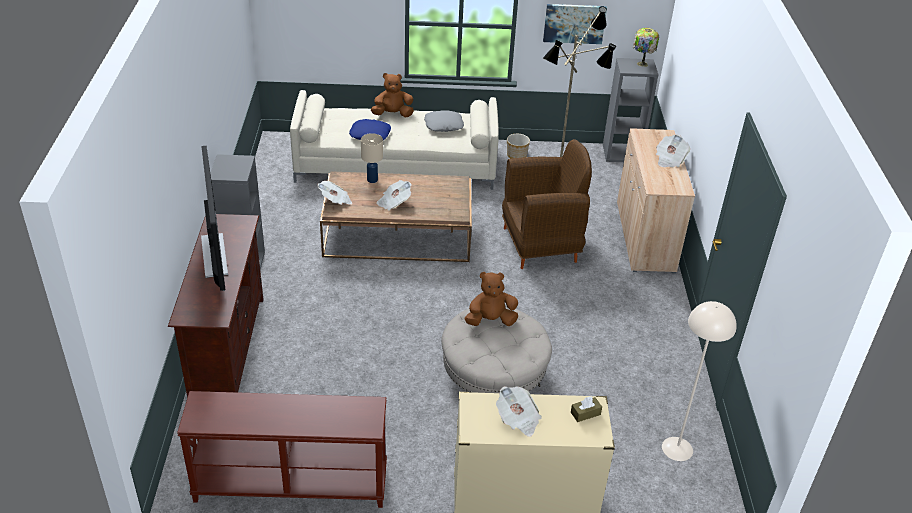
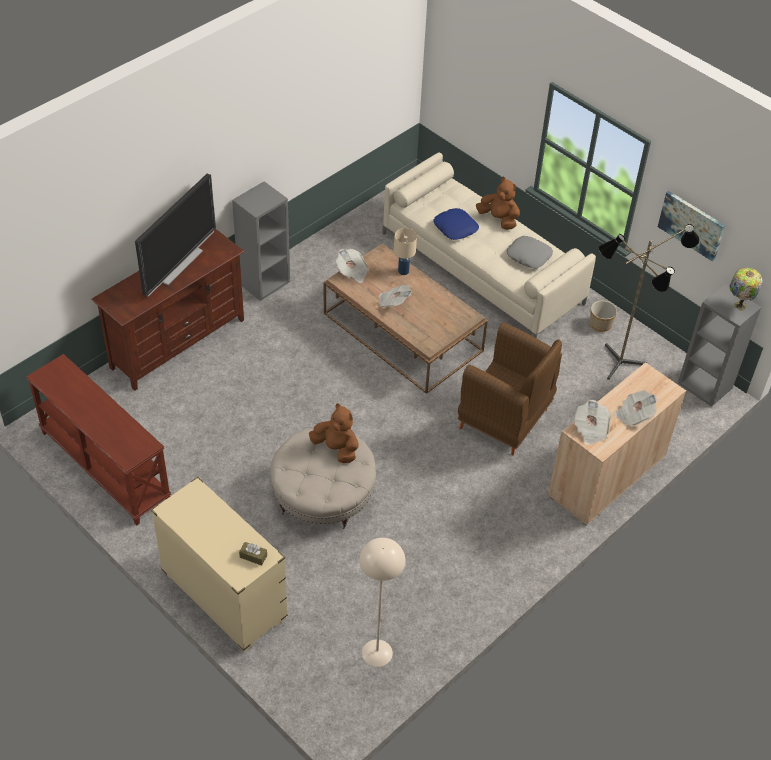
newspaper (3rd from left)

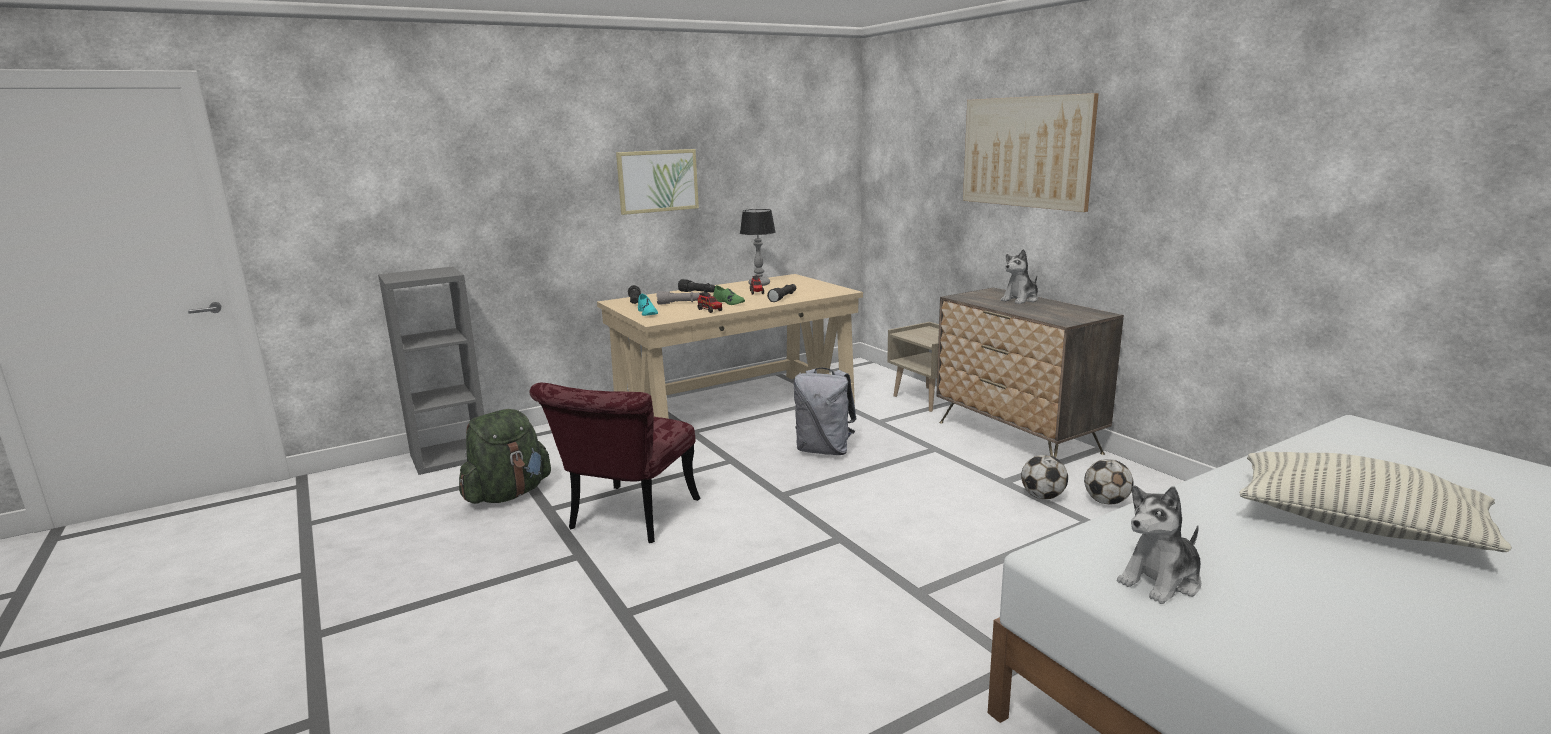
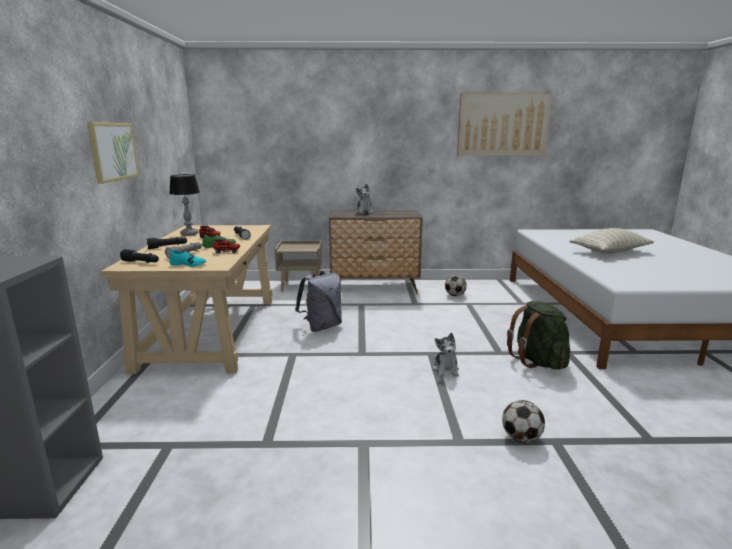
knapsack/green; chair/red-coloured; wall picture (2nd from left); ball for football (2nd from left); soft toy (2nd from left)

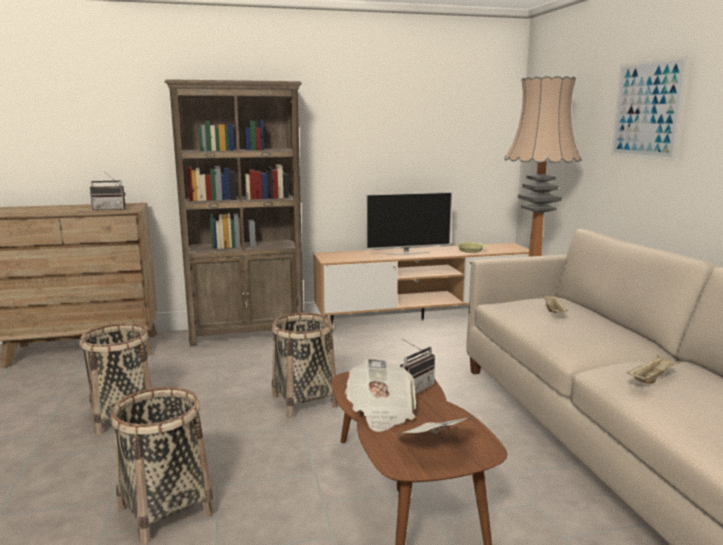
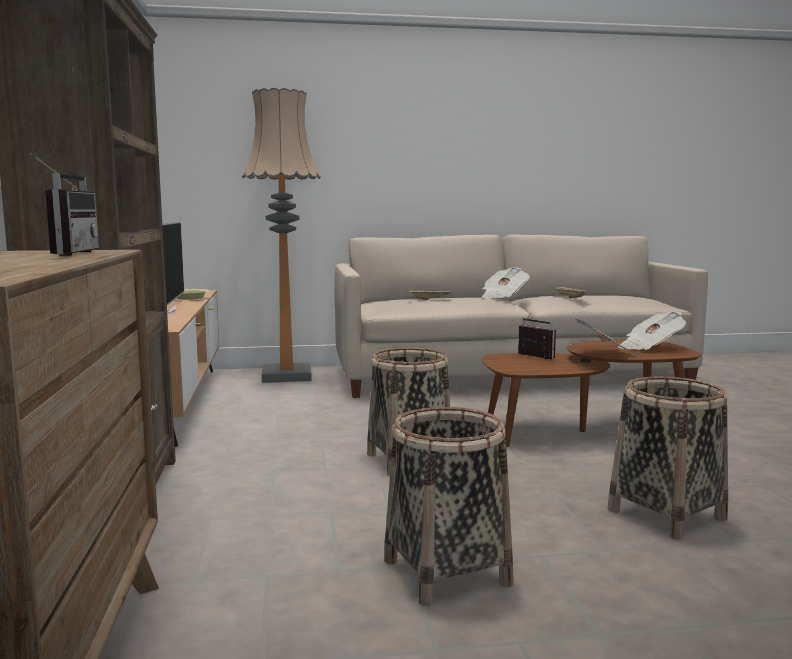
wall picture; newspaper (1st from left)

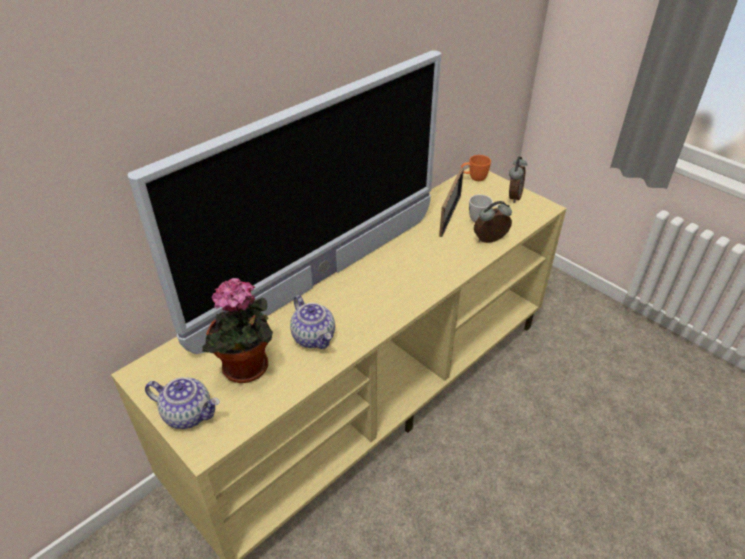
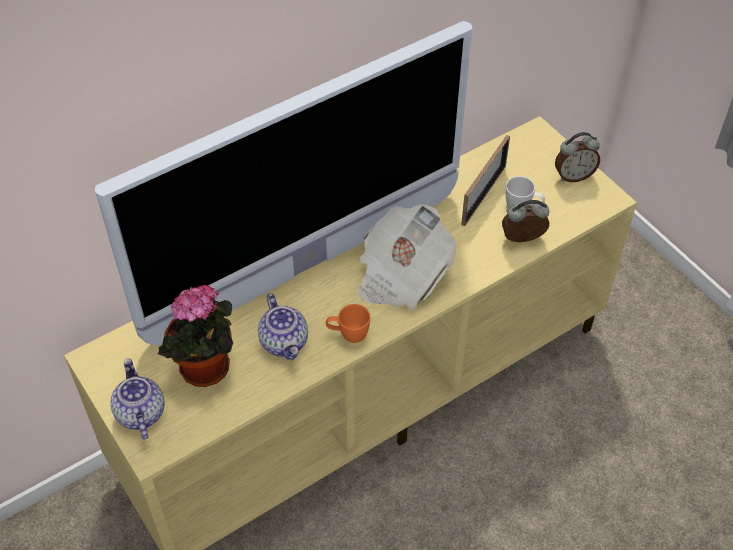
teapot (1st from left); tea mug/orangey; table clock (2nd from left); newspaper

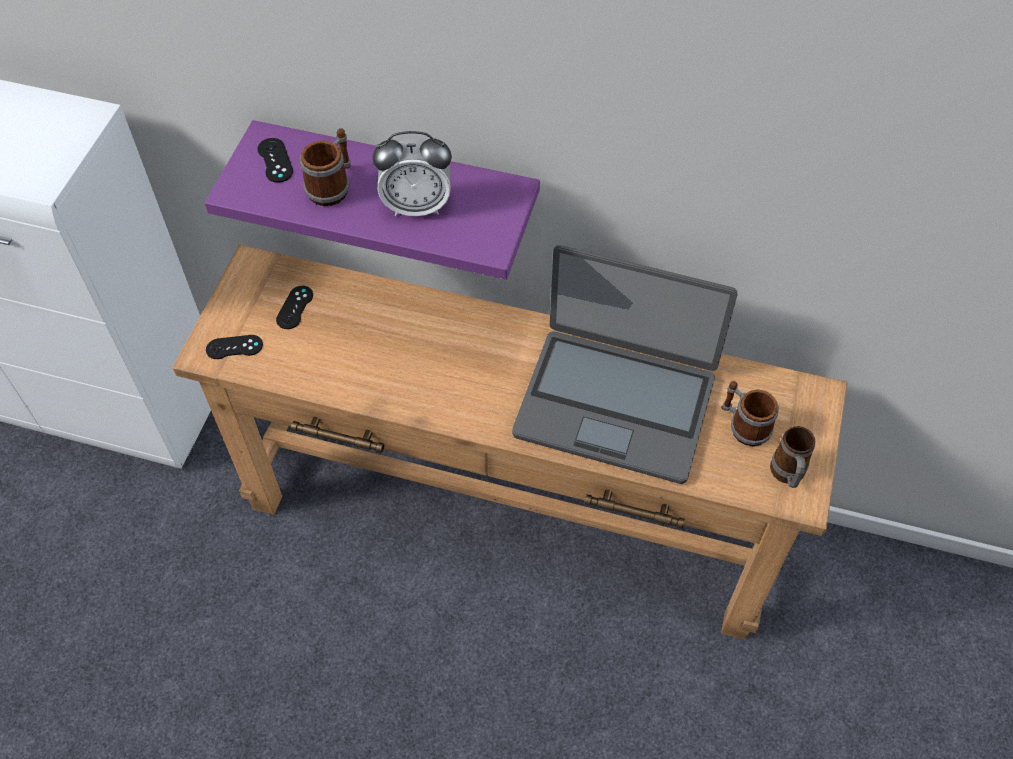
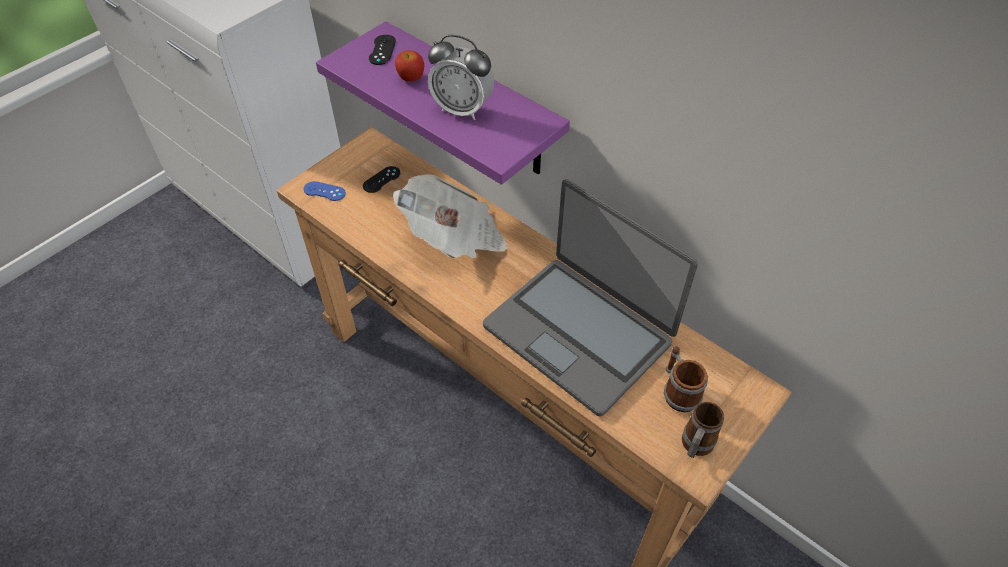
game controller/blue; apple; newspaper

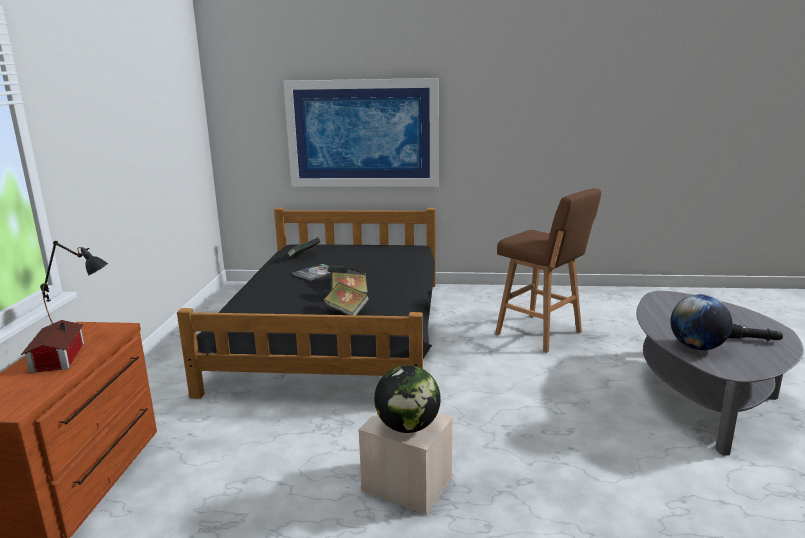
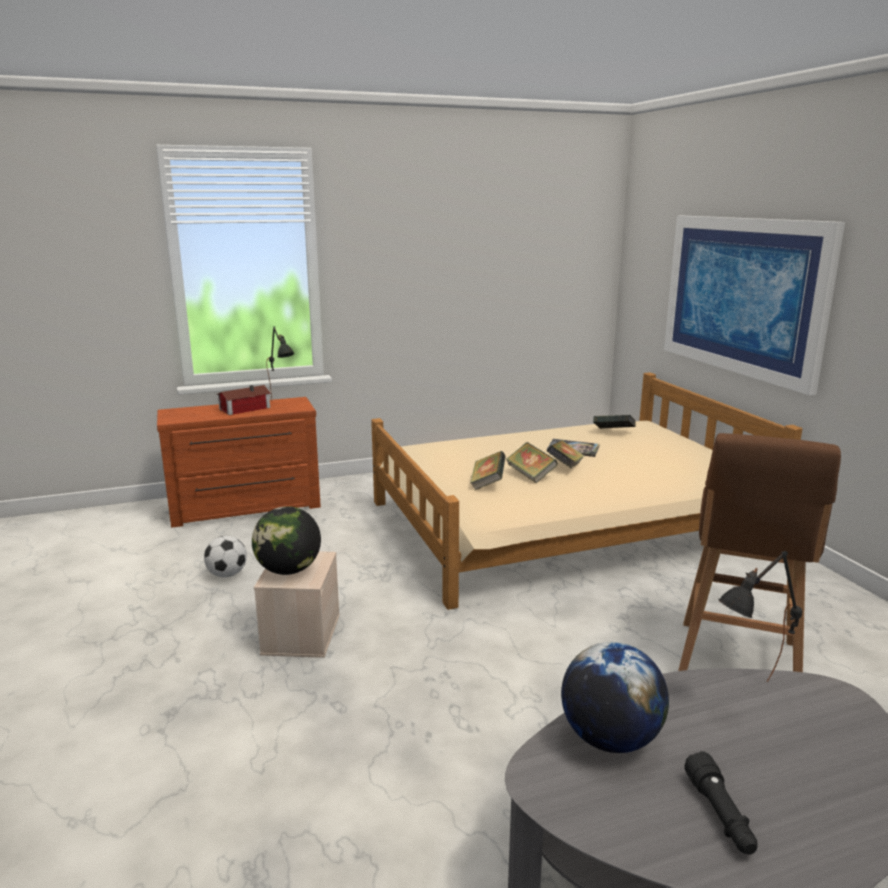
sleeping bed/sand-coloured; ball for football; lamp for a table/black (2nd from left)

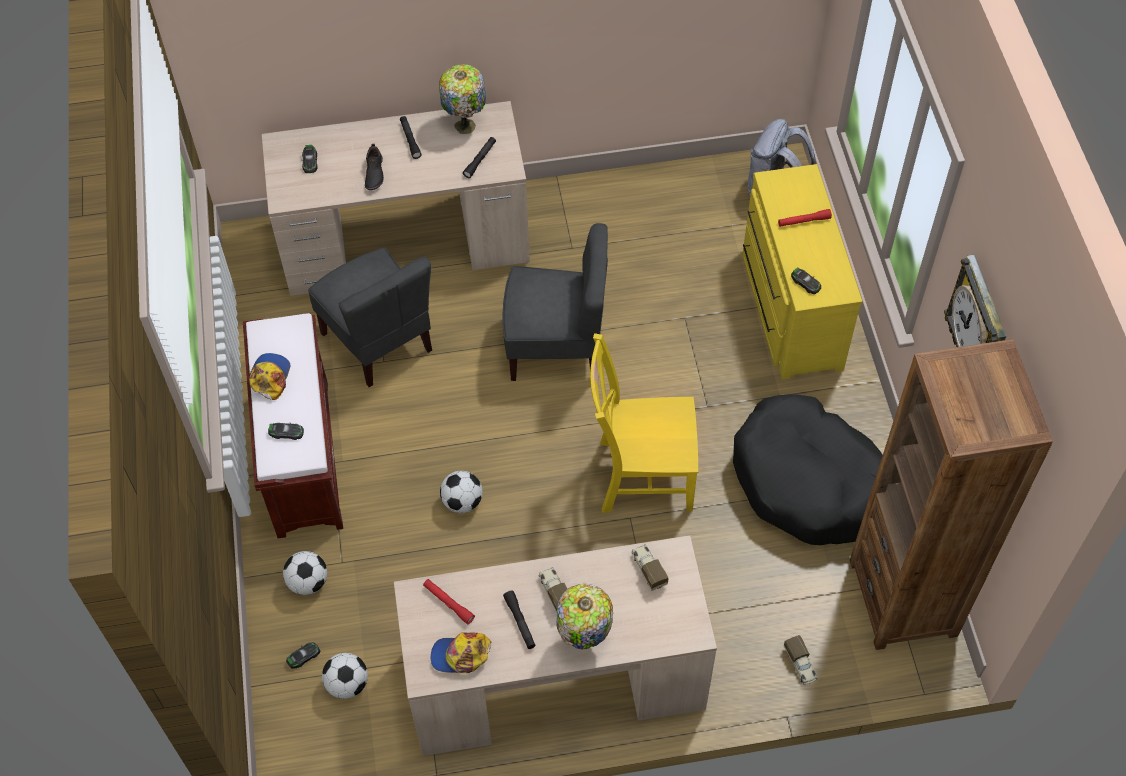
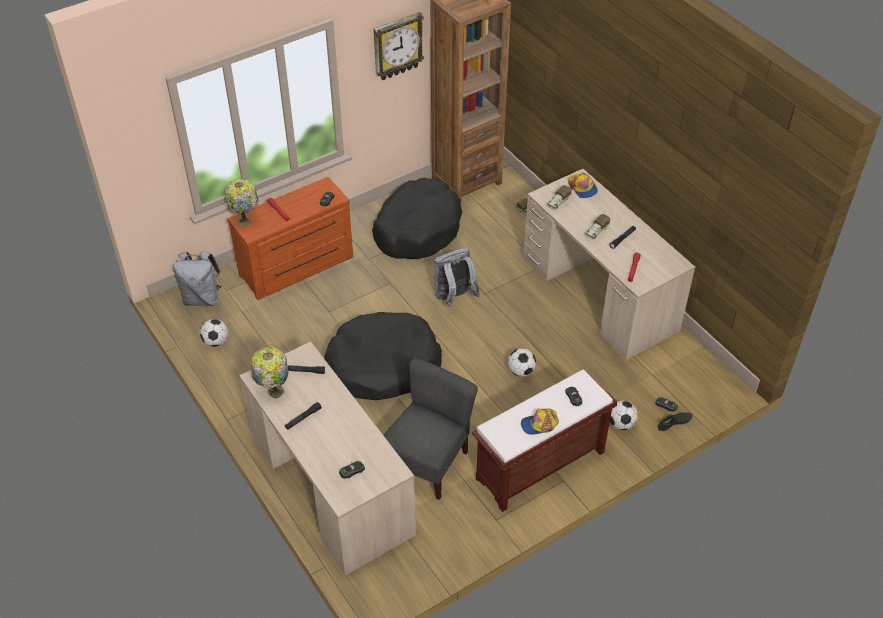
ball for football (1st from left); low shoe/black; cap (2nd from left); pet bed/black (1st from left); lamp for a table (1st from left); knapsack/gray (2nd from left); drawer chest/brown

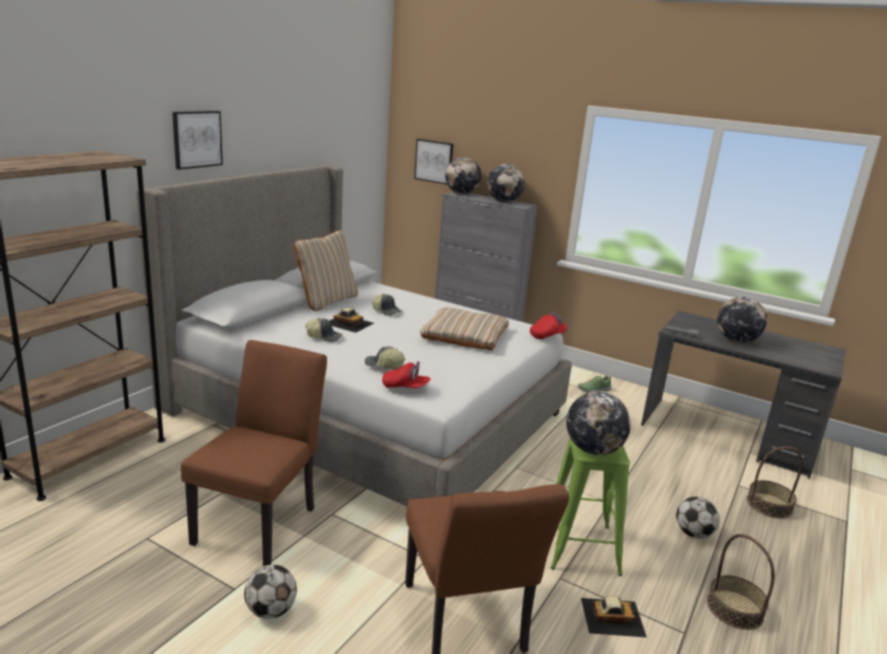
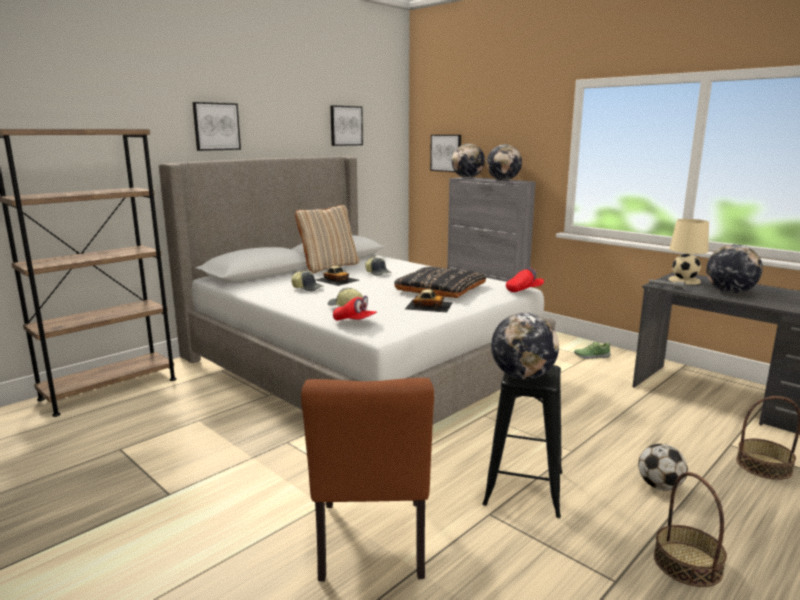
chair/brown (1st from left in the first image); ball for football (1st from left in the first image); cushion/black; stool seat/black; model car (2nd from left); wall picture (2nd from left); lamp for a table/sand-coloured

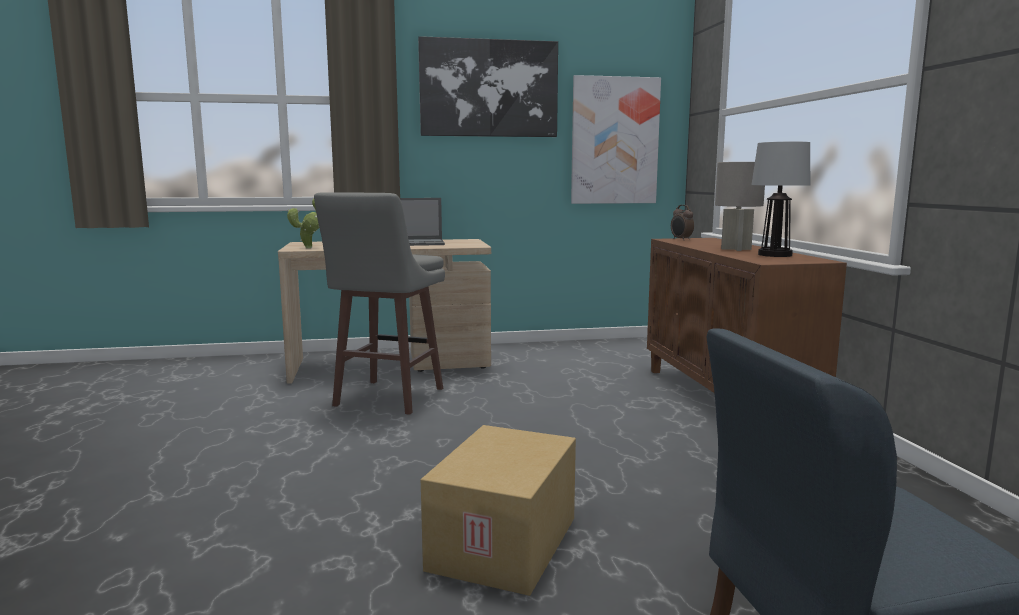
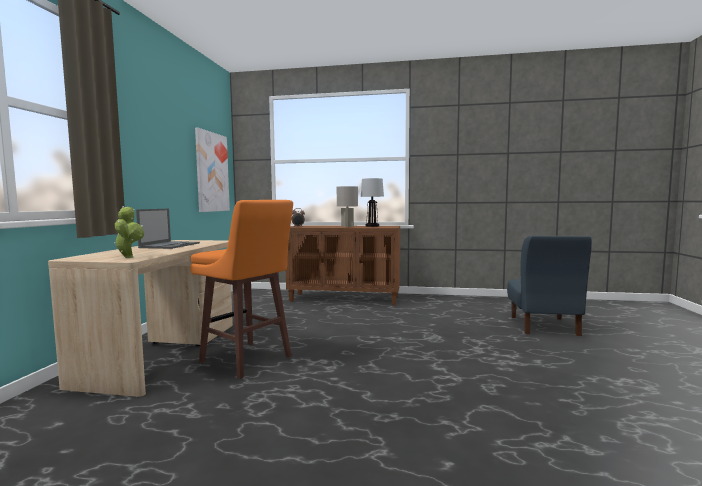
stool seat/orangey; wall picture (1st from left in the first image); cardboard box

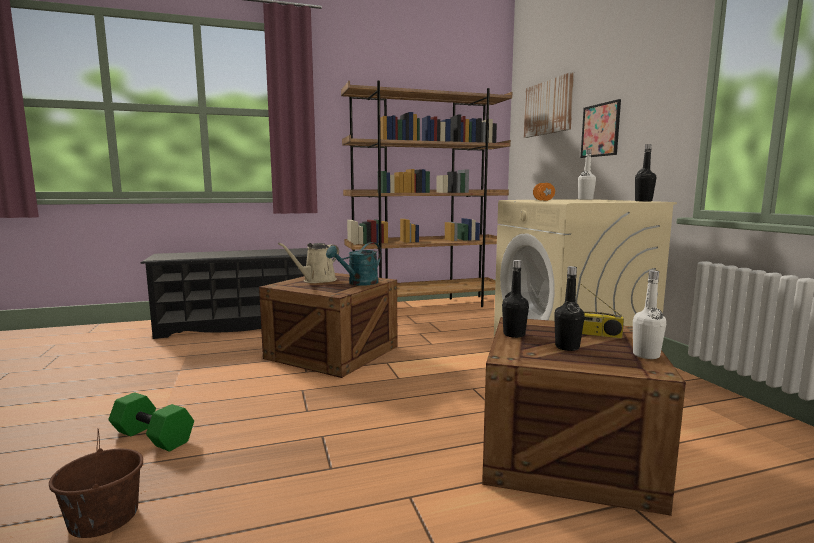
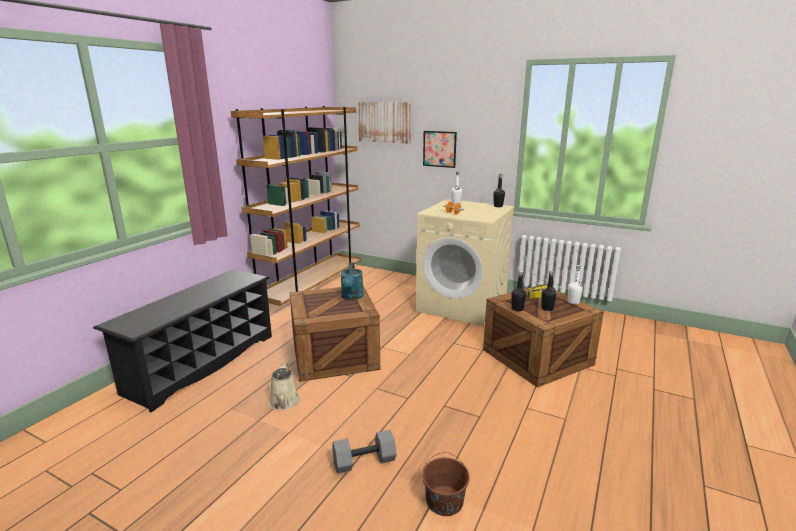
dumbbell/gray; sprinkling can/sand-coloured

